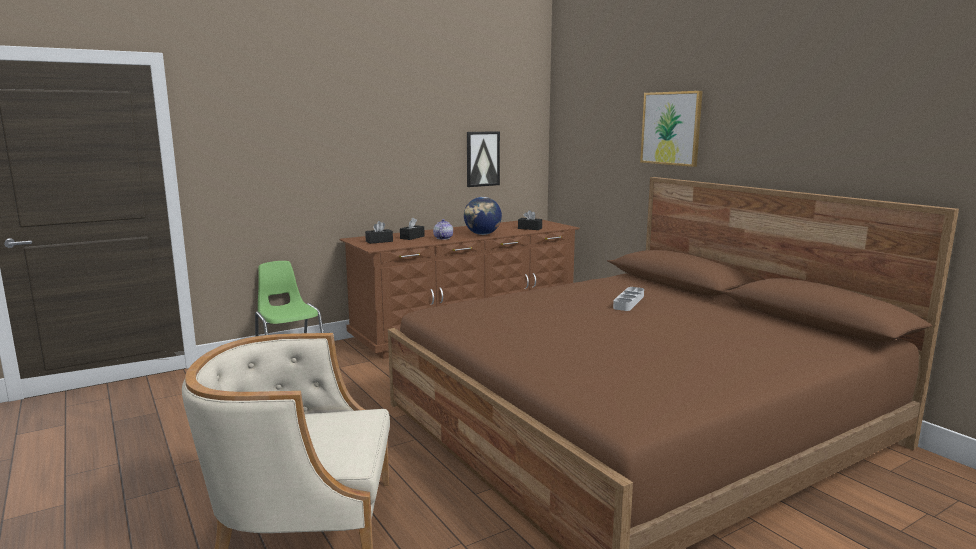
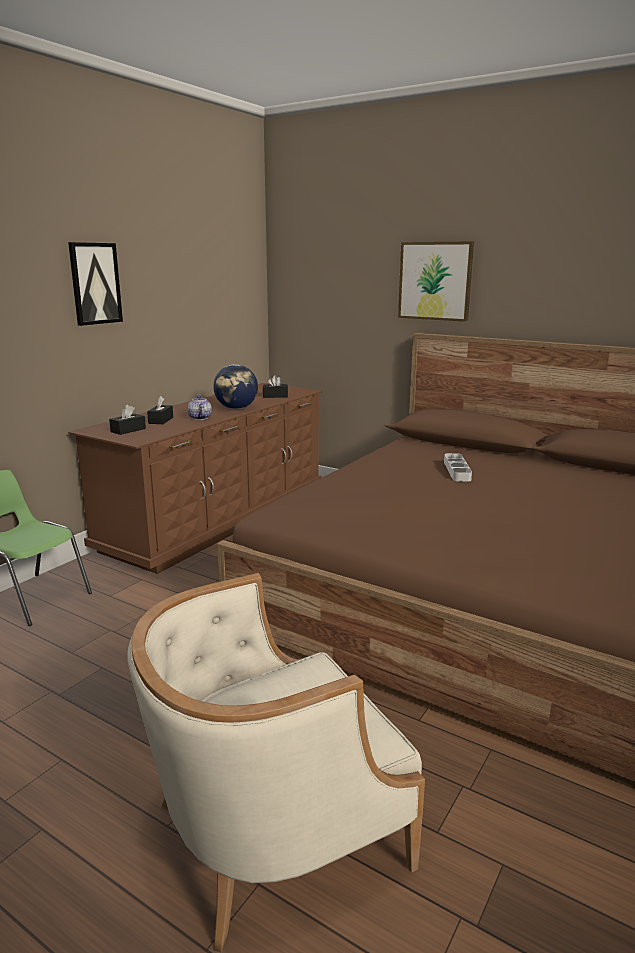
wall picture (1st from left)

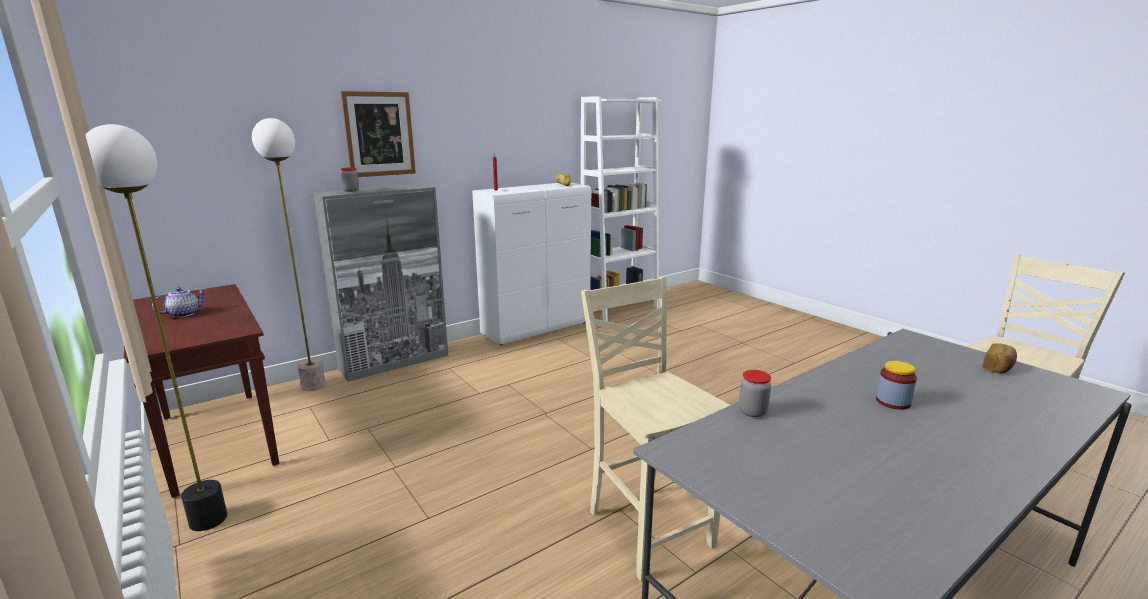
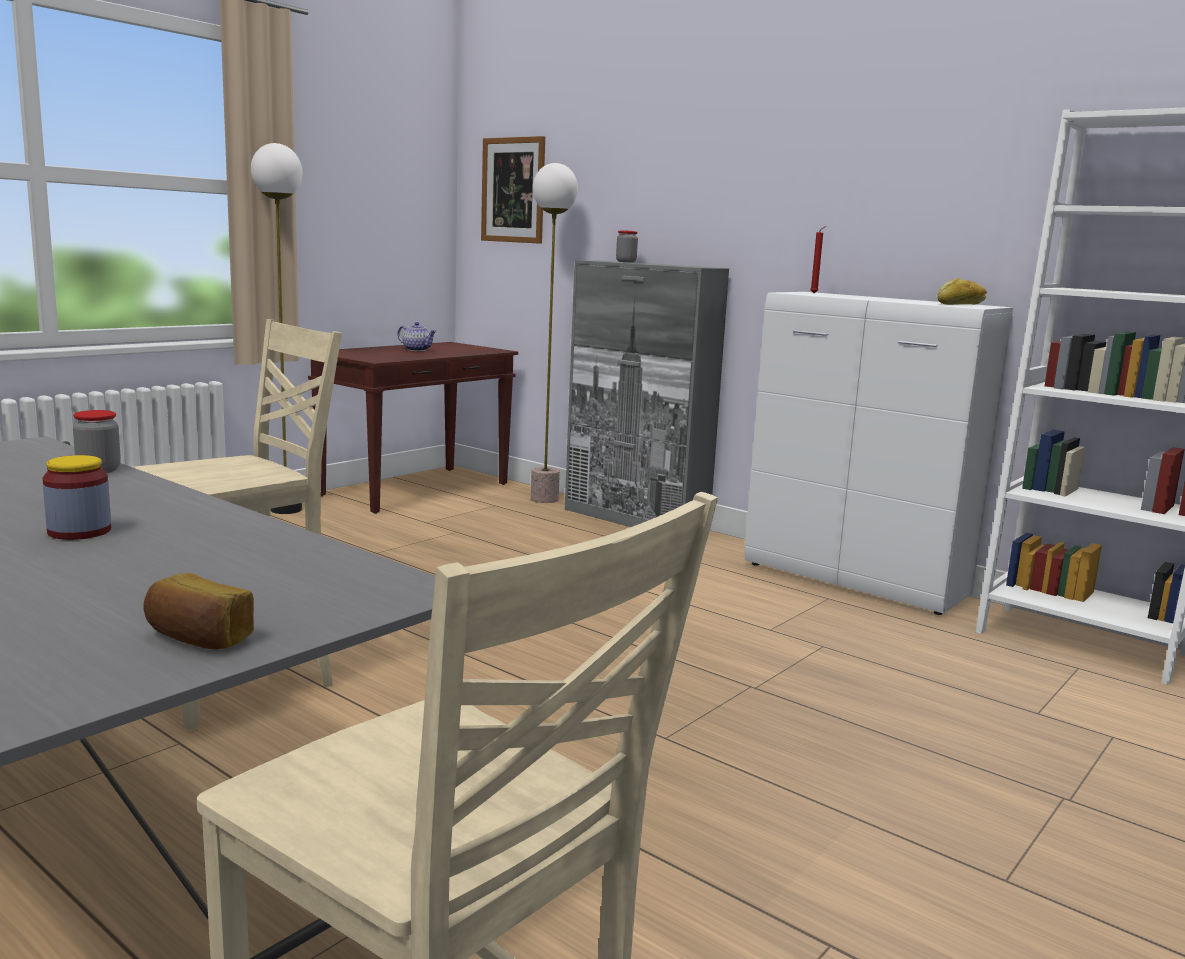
wall picture

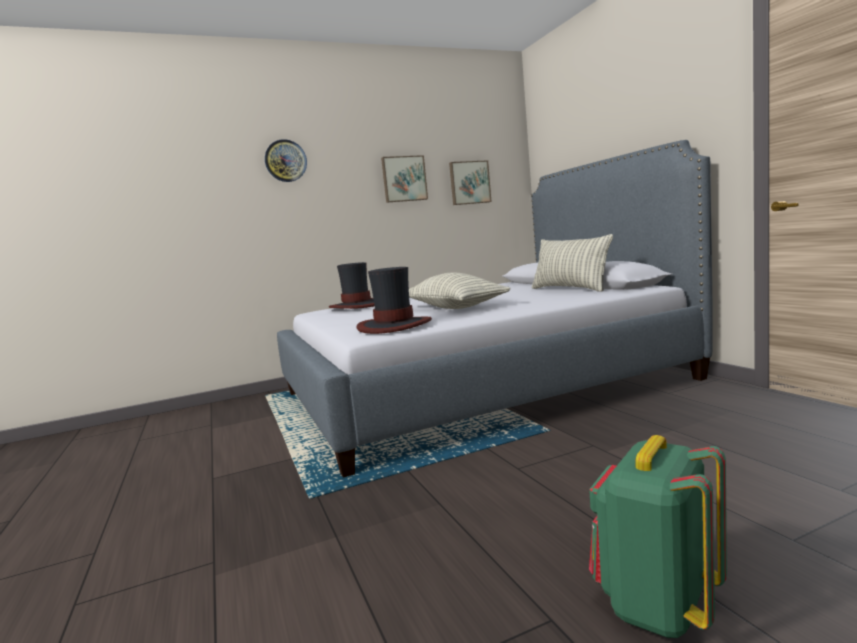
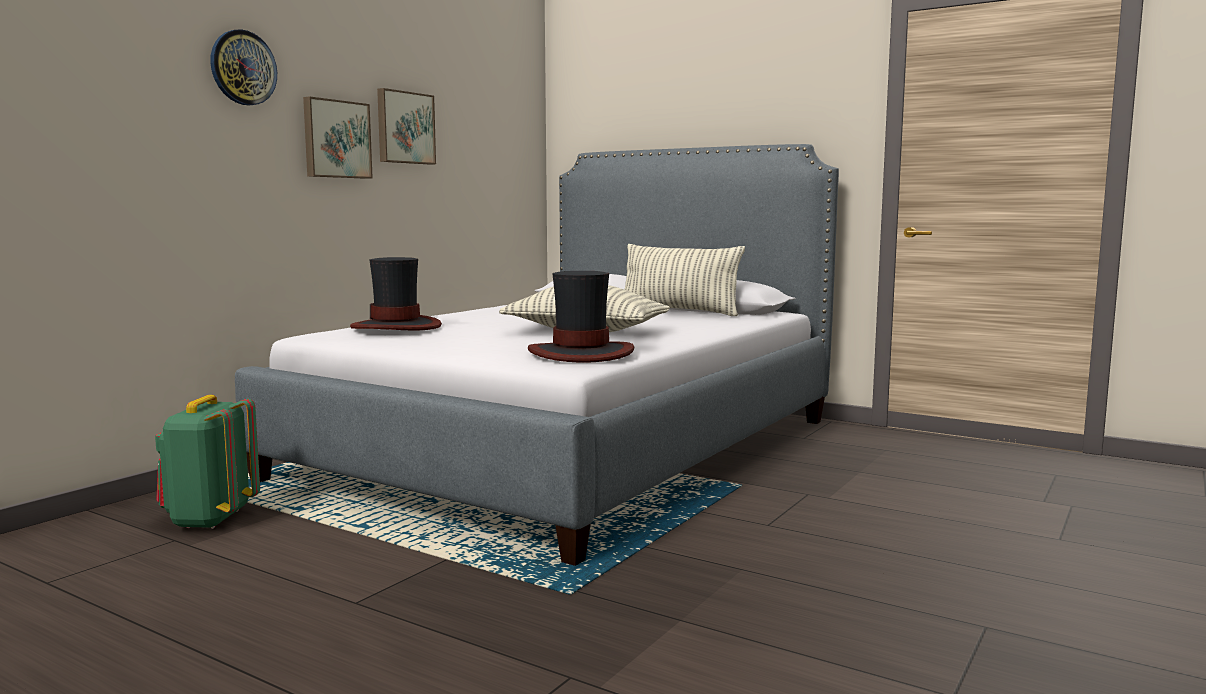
wall picture (1st from left); knapsack/green

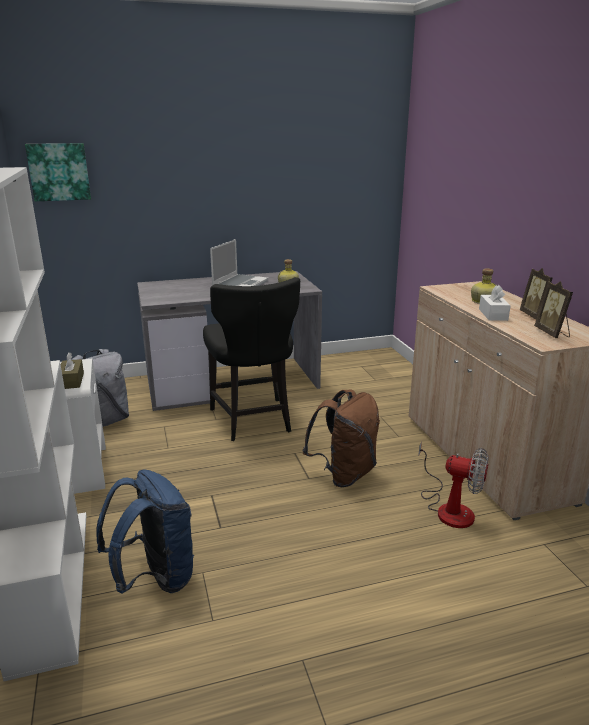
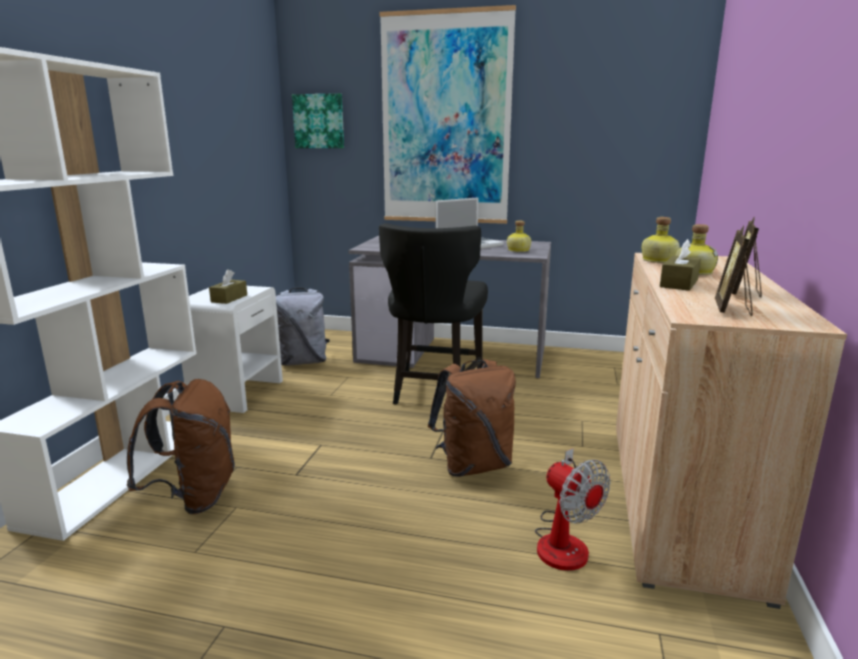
knapsack/brown (1st from left); box of tissues/brown (2nd from left); wall picture (2nd from left); bottle (2nd from left)

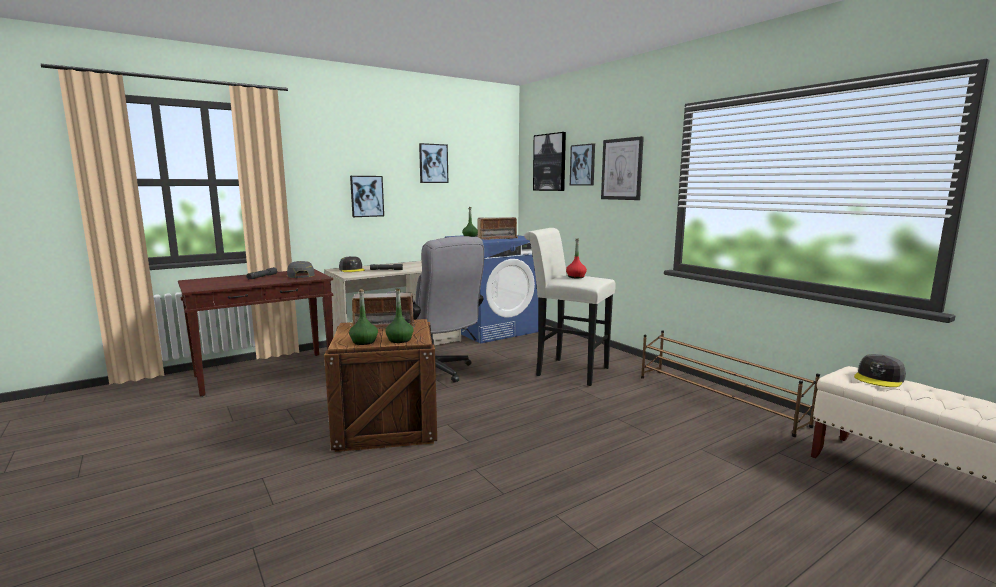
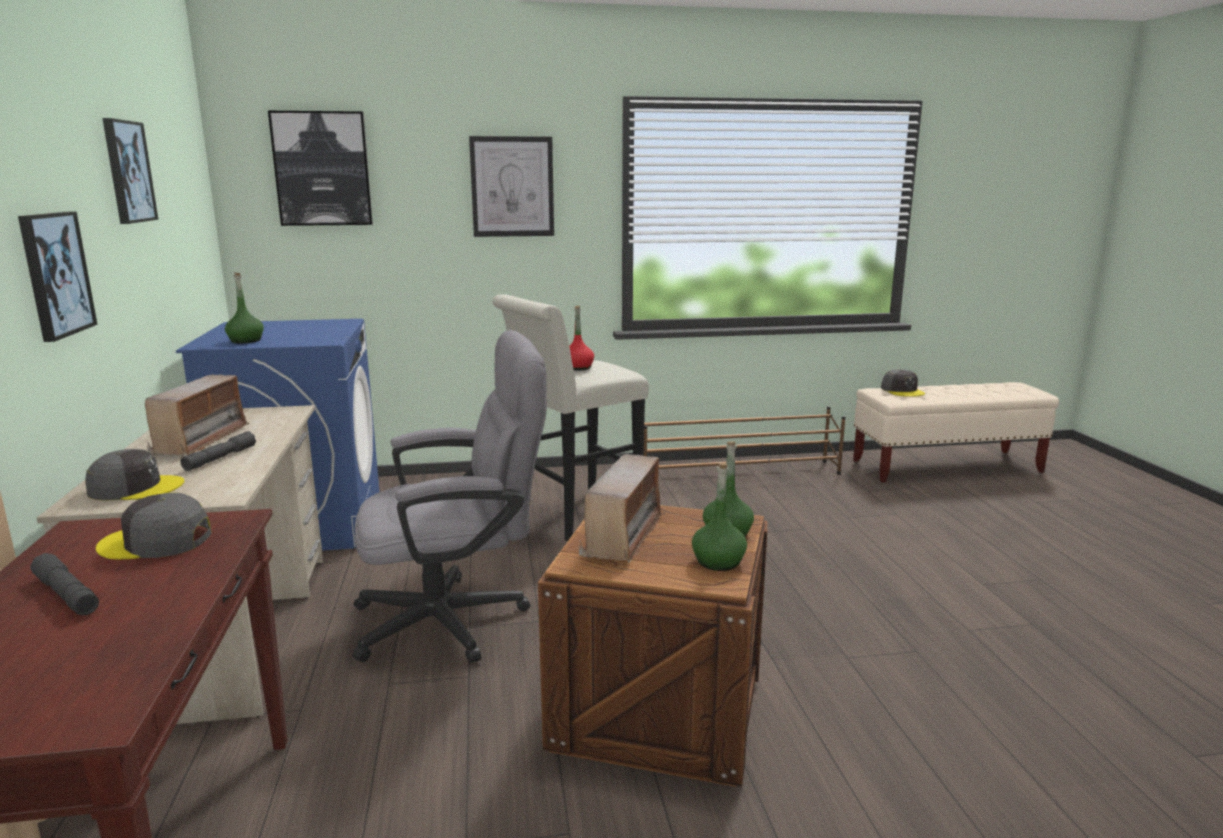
radio receiver (1st from left); wall picture (4th from left in the first image)

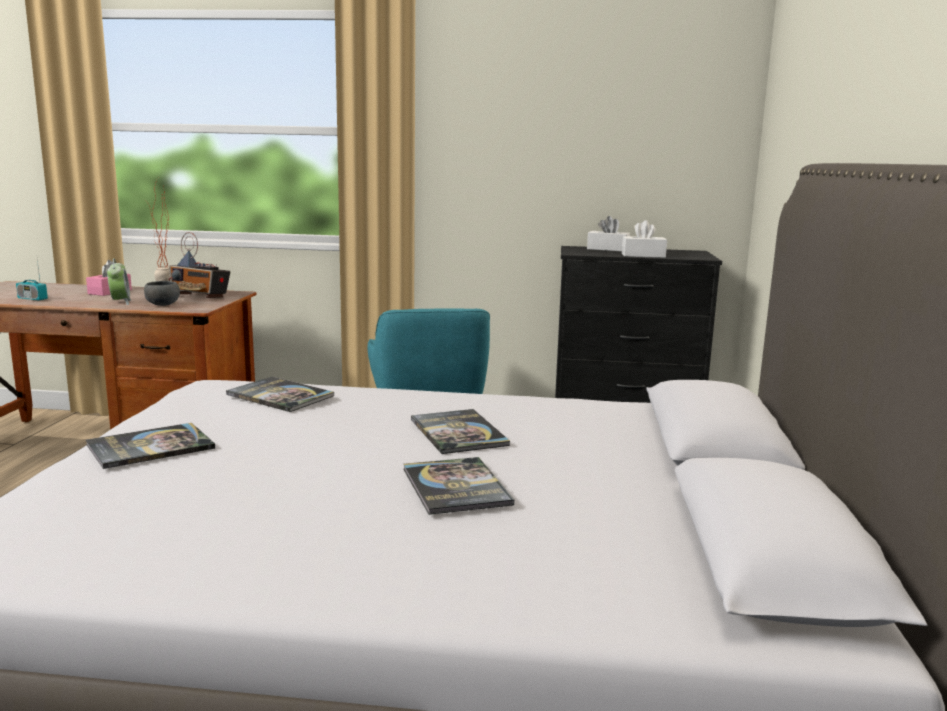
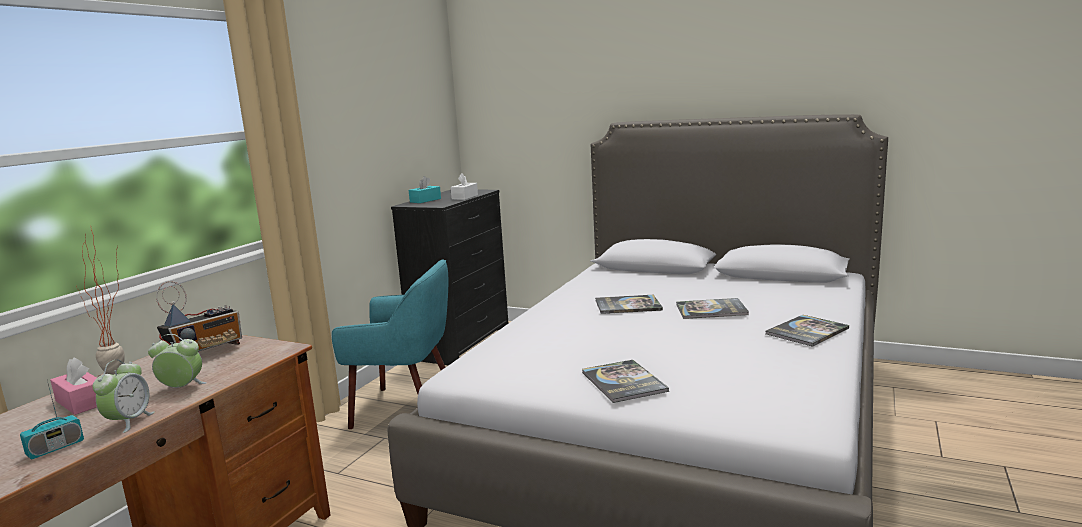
serving bowl/gray; book (4th from left); box of tissues/blue-green; table clock (1st from left)

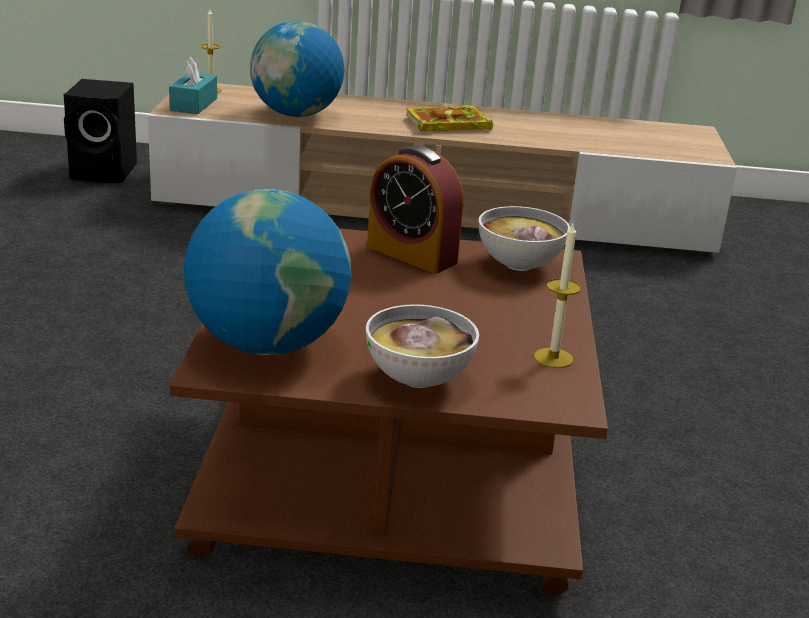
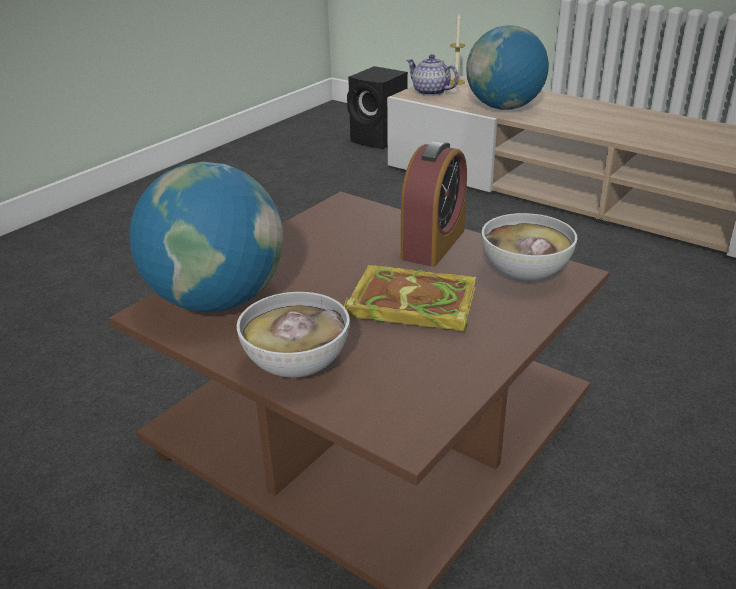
teapot; table clock; book; wax light (2nd from left in the first image)

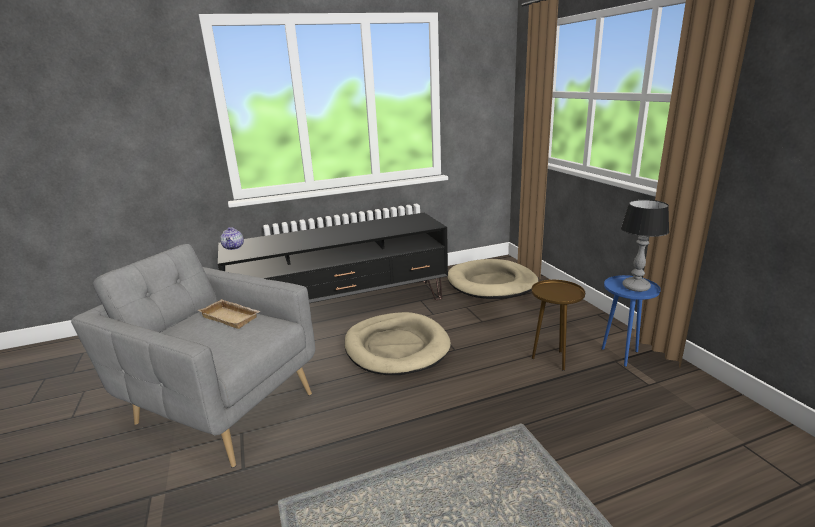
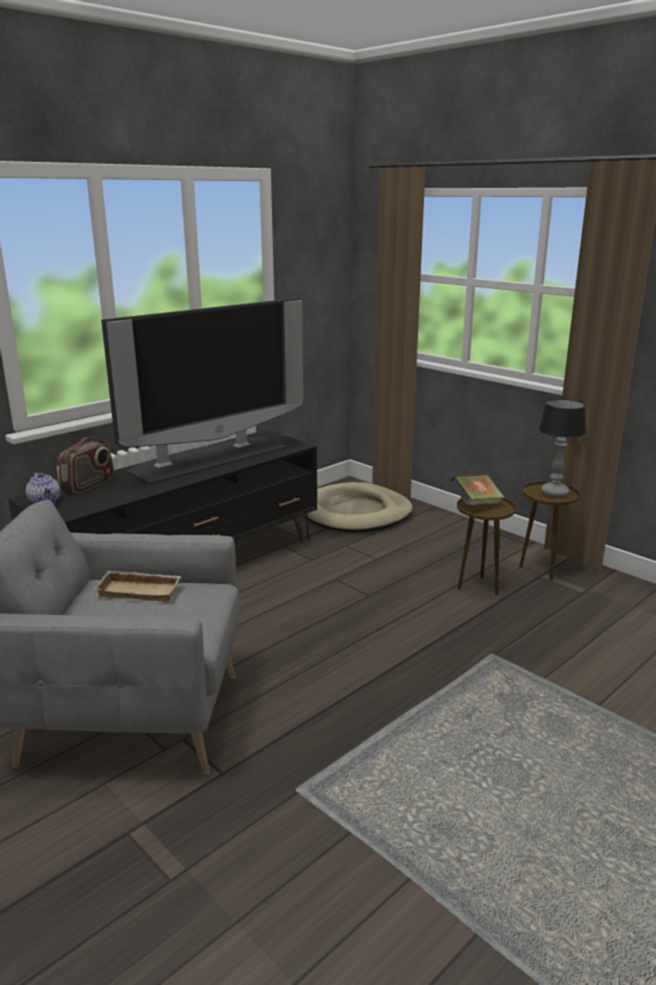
pet bed/sand-coloured (1st from left in the first image); side table/brown (2nd from left); radio receiver; television; book

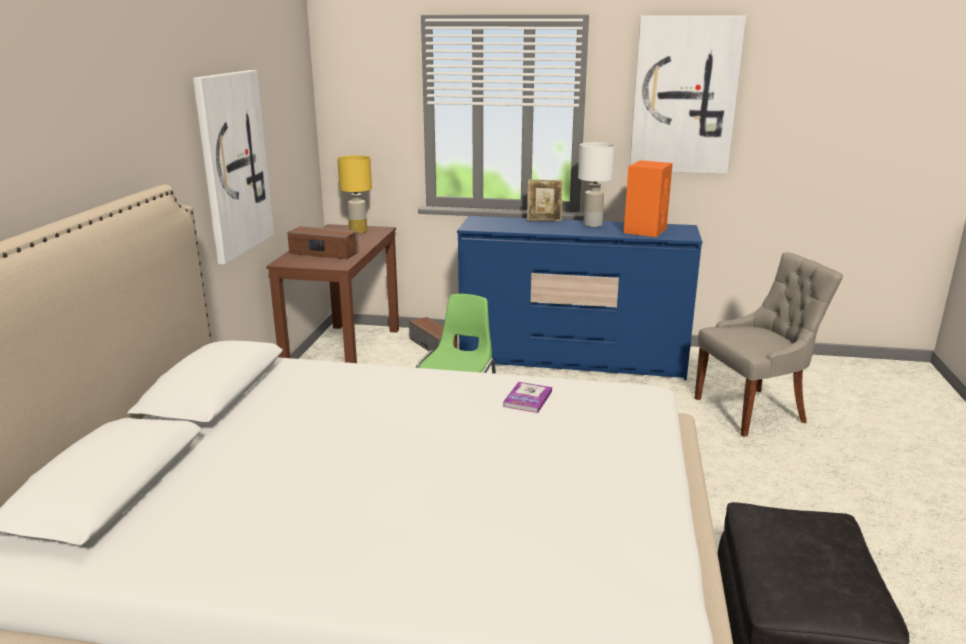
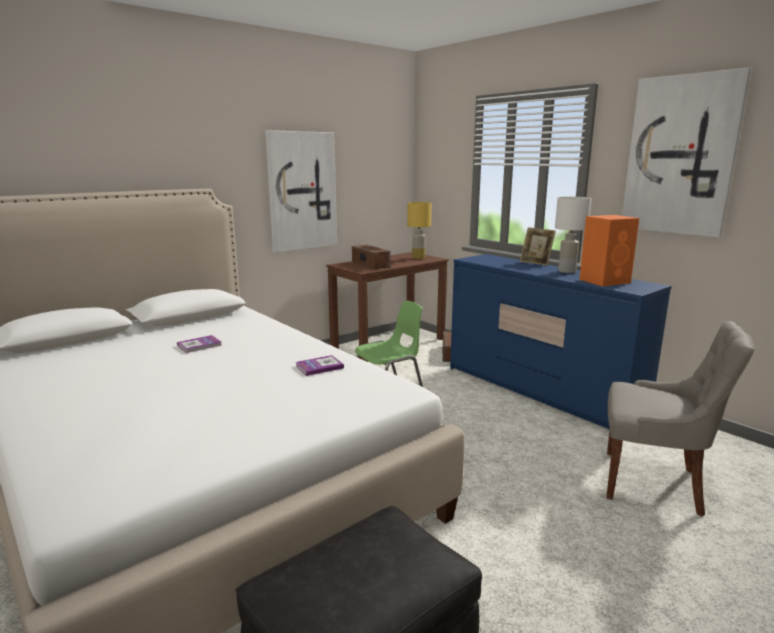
book (1st from left)

